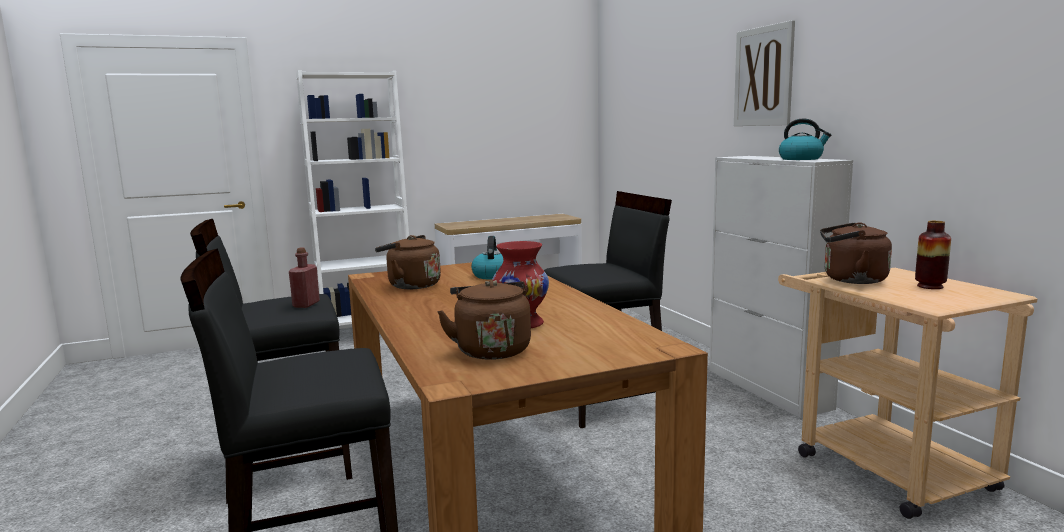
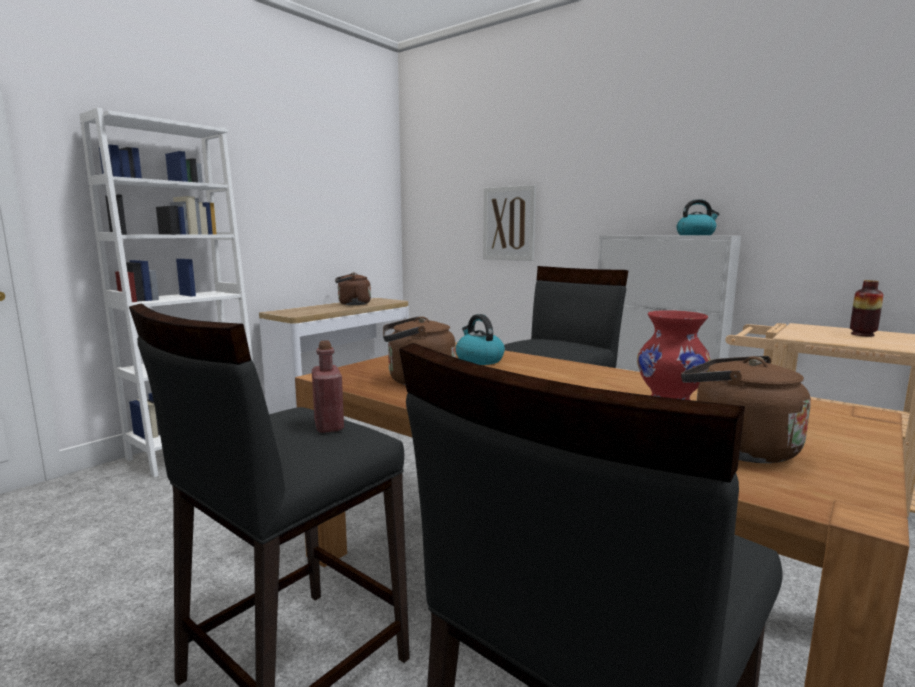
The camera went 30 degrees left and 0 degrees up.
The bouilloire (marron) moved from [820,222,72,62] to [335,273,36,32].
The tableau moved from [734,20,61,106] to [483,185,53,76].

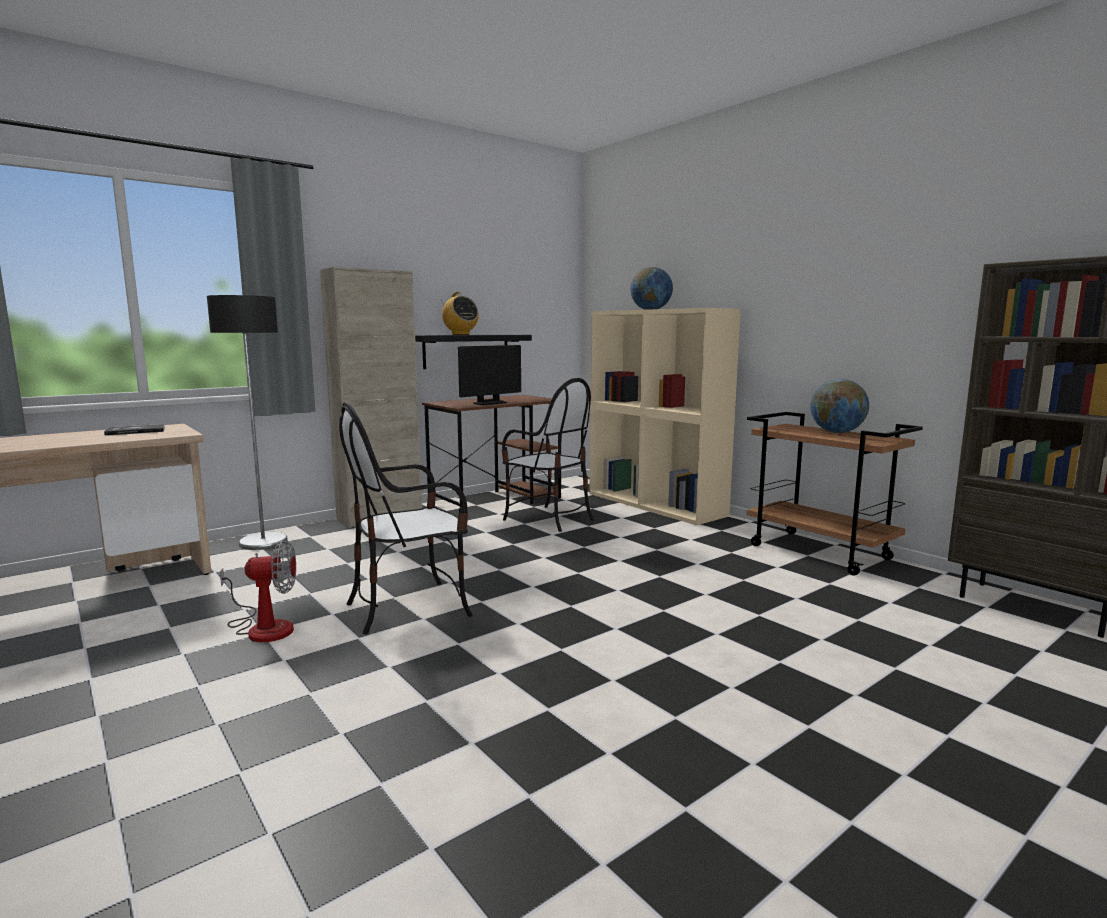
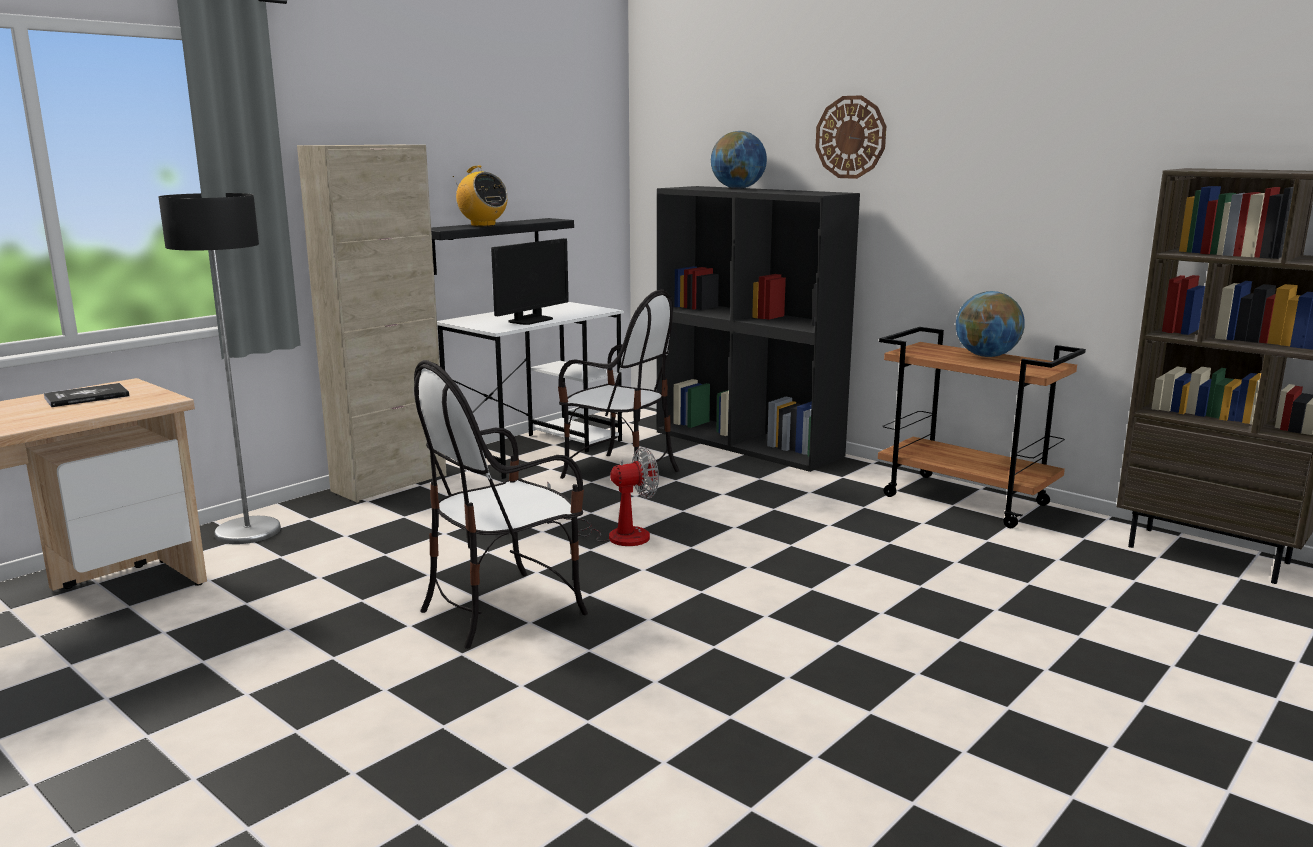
The camera went 10 degrees left and 5 degrees up.
The bureau (marron) at [422,395,139,115] became the bureau (blanc) at [437,302,187,177].
The ventilateur moved from [220,540,76,102] to [547,447,112,99].
The bibliothèque (beige) at [589,308,152,217] became the bibliothèque (noir) at [657,186,203,286].
The horloge murale at [815,95,71,84] appeared.

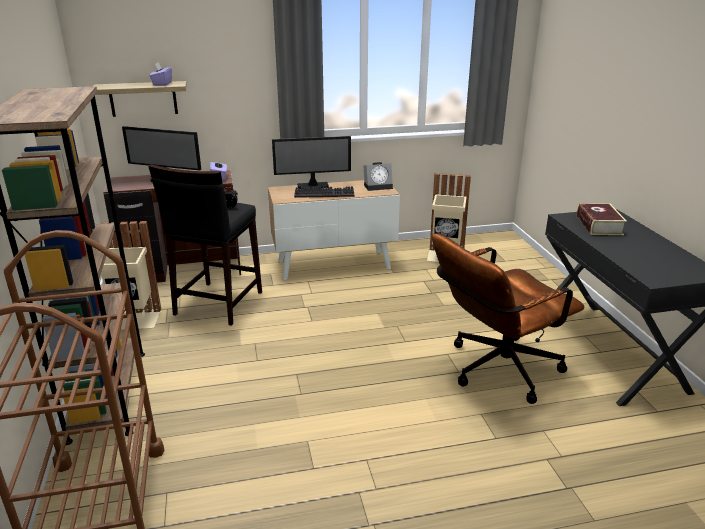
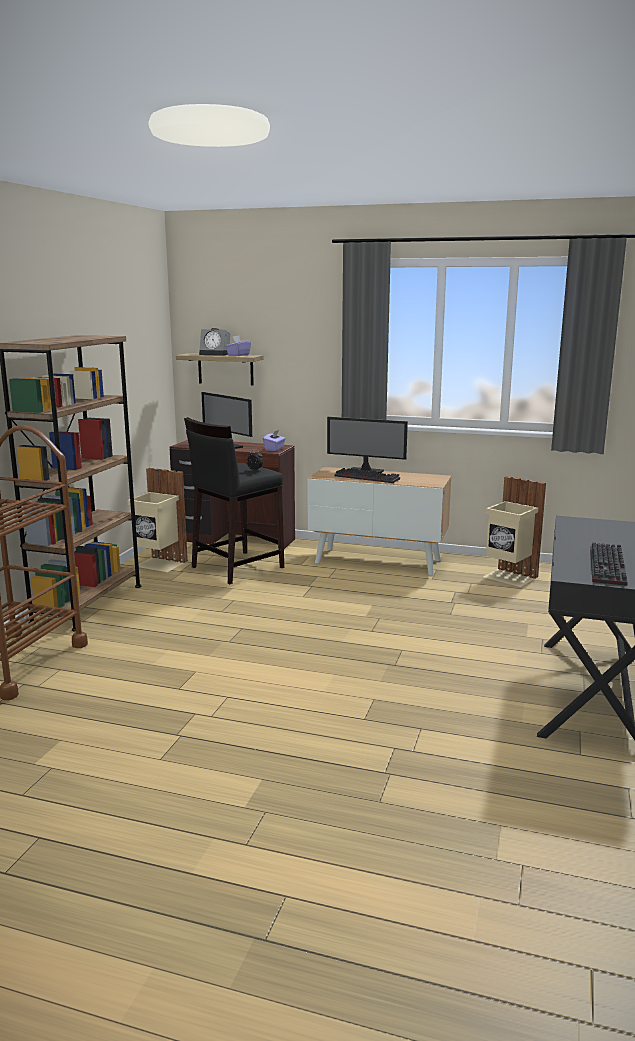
The camera went 30 degrees right and 10 degrees down.
The réveil moved from [363,162,30,29] to [199,328,31,28].
The clavier at [590,542,38,44] appeared.
The chaise de bureau (marron) at [432,233,152,171] disappeared.
The livre at [577,203,50,32] disappeared.

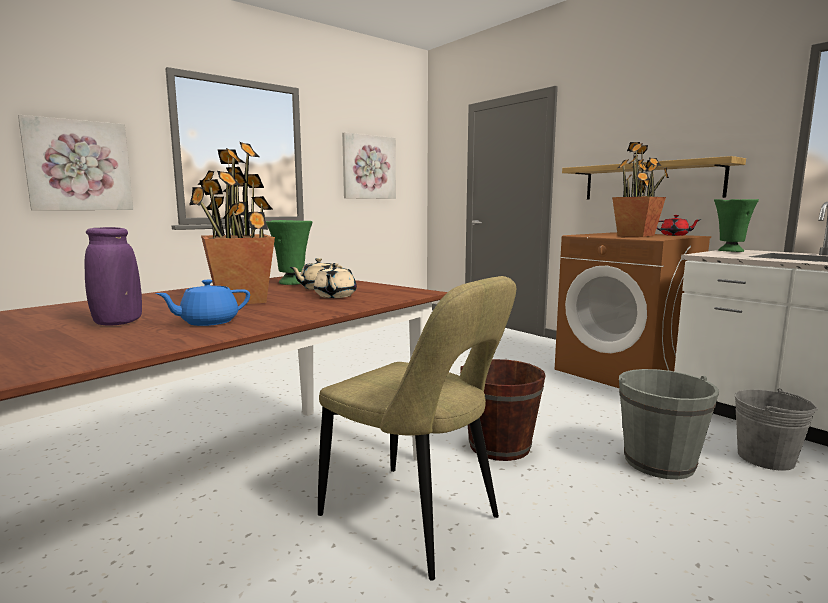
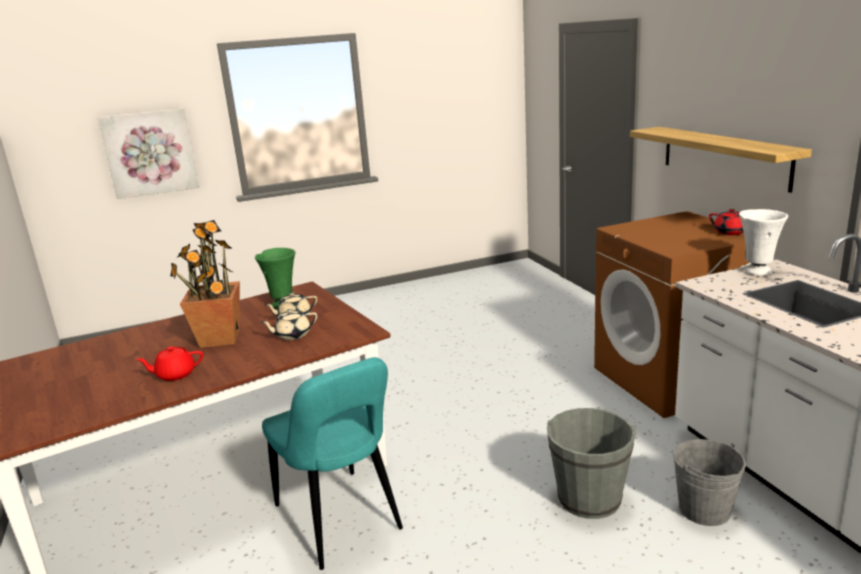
The camera went 20 degrees right and 10 degrees up.
The théière (bleu) at [155,280,95,46] became the théière (rouge) at [136,346,67,35].
The théière (beige) at [314,263,43,35] turned 45 degrees clockwise.
The chaise (beige) at [318,276,198,305] became the chaise (turquoise) at [262,357,141,213].
The vase (vert) at [714,199,45,53] became the vase (blanc) at [739,209,49,67].
The vase (violet) at [85,227,57,99] disappeared.
The tableau at [342,132,54,67] disappeared.
The seau (marron) at [460,359,86,102] disappeared.
The plante en pot at [612,142,57,95] disappeared.

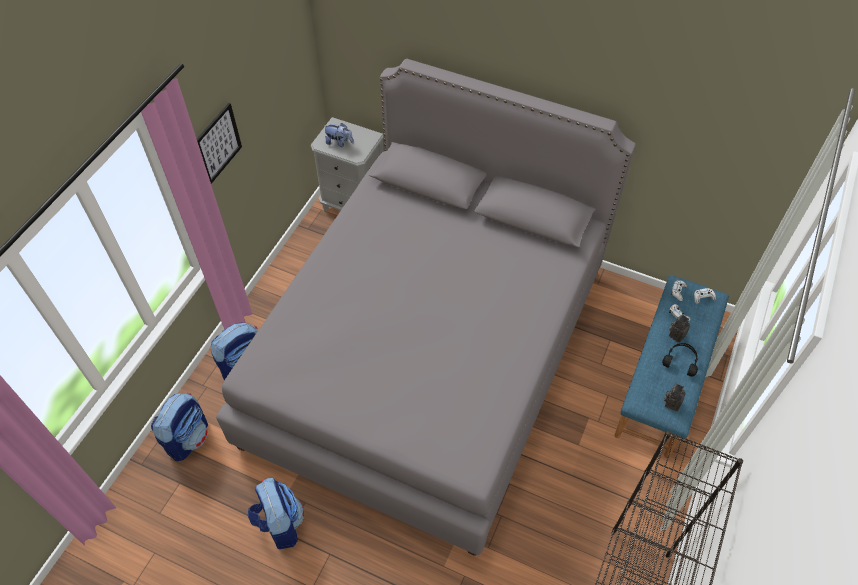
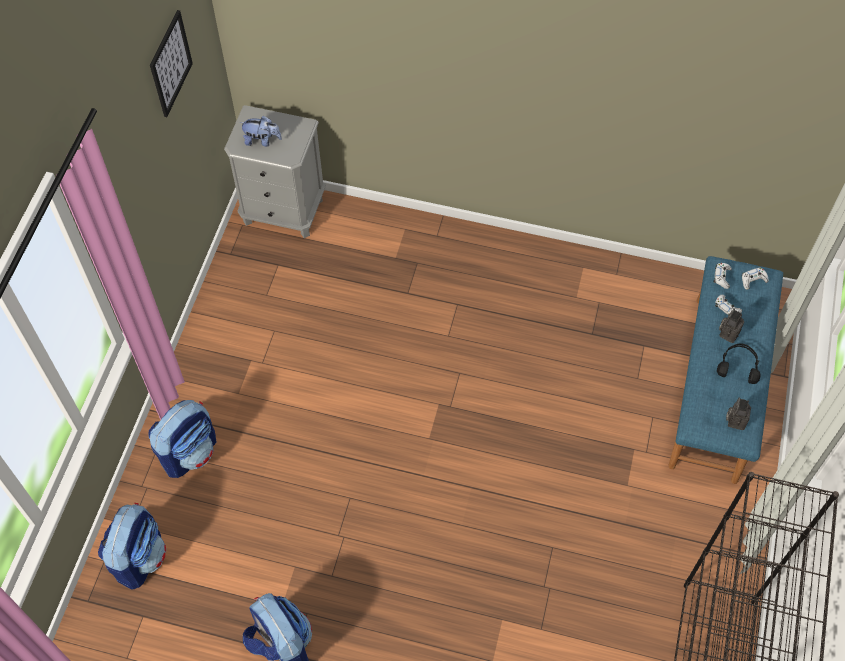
The camera went 10 degrees left and 5 degrees up.
The tableau moved from [197,103,45,81] to [150,10,43,107].
The lit (gris) at [216,59,420,497] disappeared.

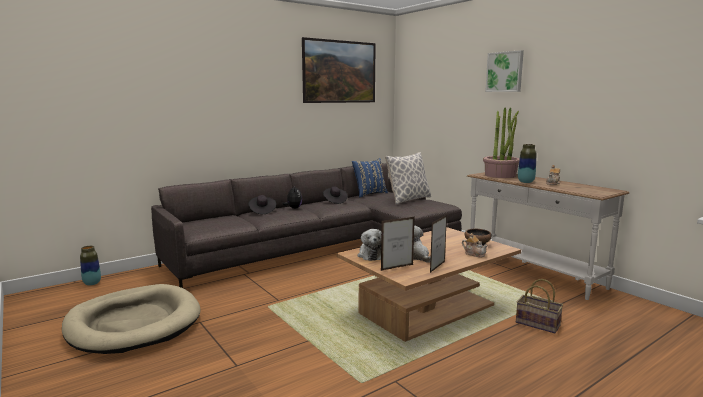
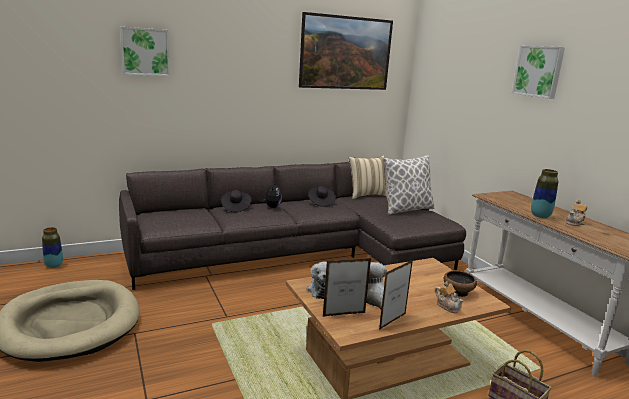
The camera went 10 degrees right and 5 degrees up.
The tableau at [120,27,50,49] appeared.
The coussin (bleu) at [352,158,36,40] became the coussin (beige) at [349,155,37,44].
The plante en pot at [483,107,37,71] disappeared.

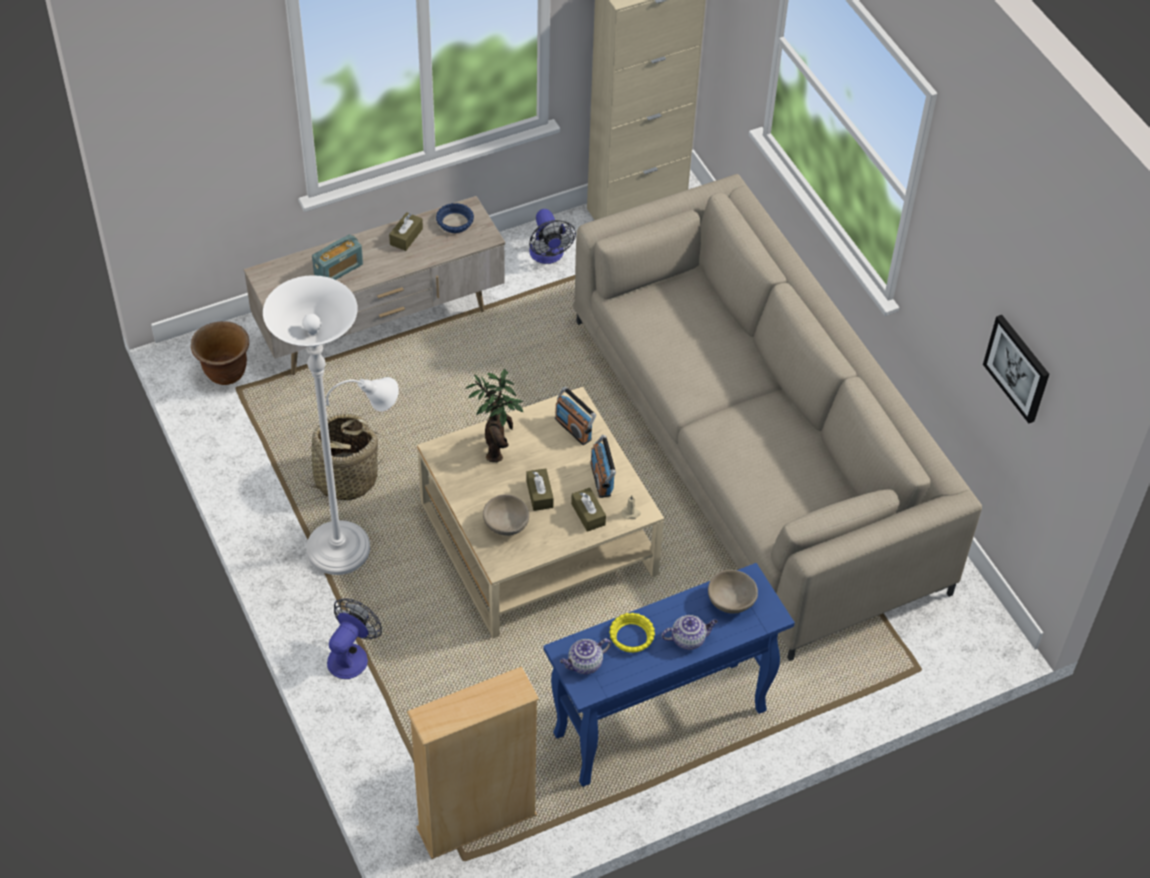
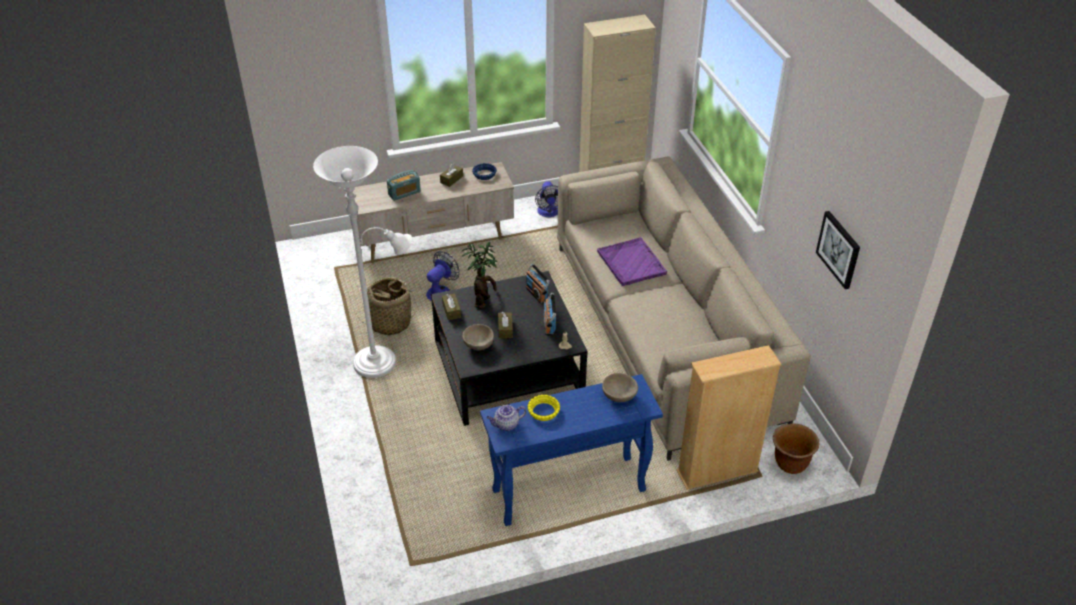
The camera went 10 degrees right and 10 degrees down.
The ventilateur moved from [327,598,55,81] to [426,251,34,50].
The table basse (beige) at [417,387,247,251] became the table basse (noir) at [431,271,156,155].
The boîte à mouchoirs (marron) moved from [571,487,35,45] to [442,294,19,26].
The plateau (violet) at [597,237,70,49] appeared.
The bibliothèque (beige) moved from [407,666,132,193] to [677,345,105,145].
The cache-pot (marron) moved from [191,321,58,64] to [773,423,46,51].
The théière at [662,615,56,35] disappeared.

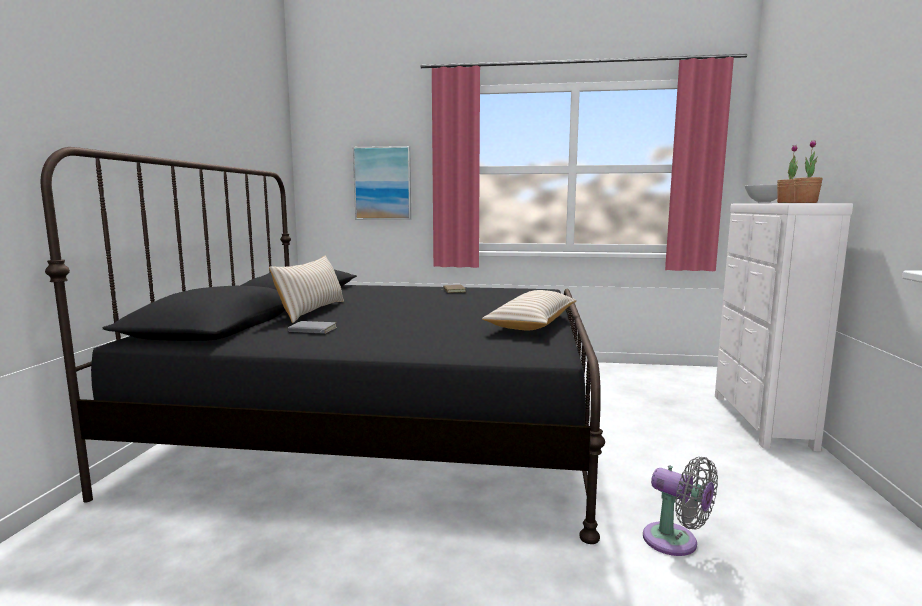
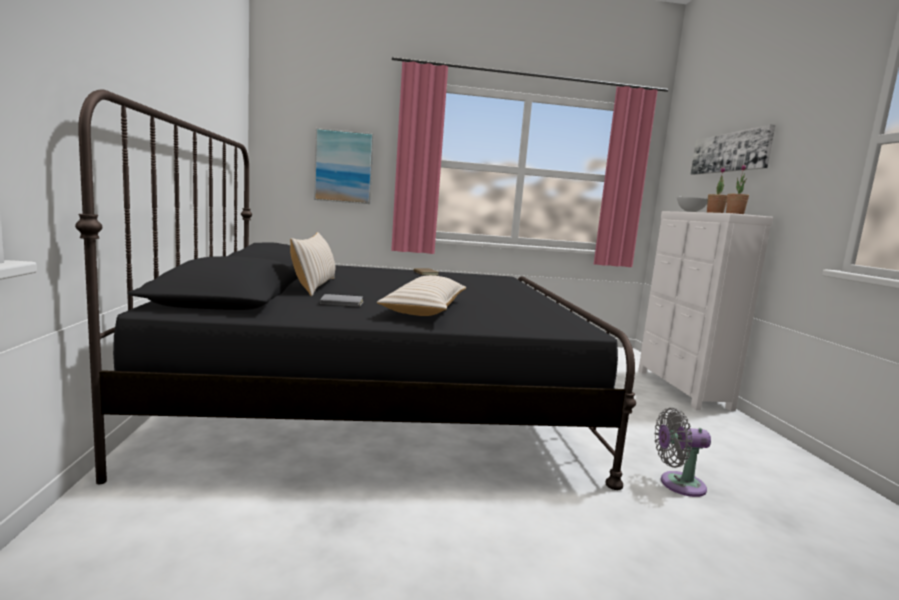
The camera went 15 degrees left and 0 degrees up.
The coussin (beige) moved from [482,290,95,41] to [377,275,89,41].
The ventilateur (gris) at [643,457,75,99] turned 150 degrees clockwise.
The tableau at [690,125,85,50] appeared.

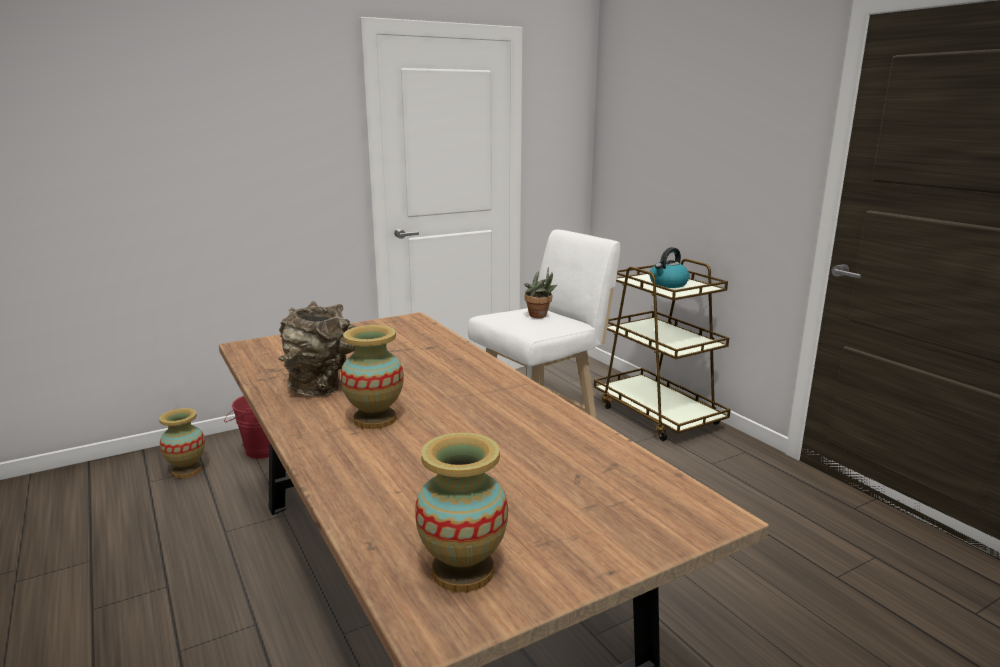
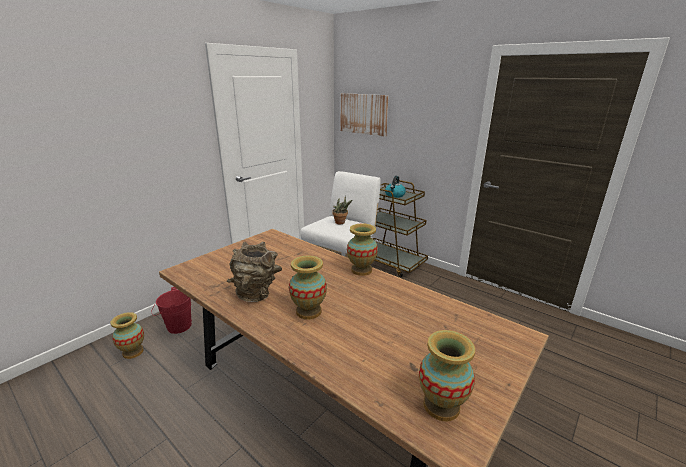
The camera went 20 degrees left and 5 degrees up.
The tableau at [340,93,49,44] appeared.
The vase at [347,223,31,53] appeared.

